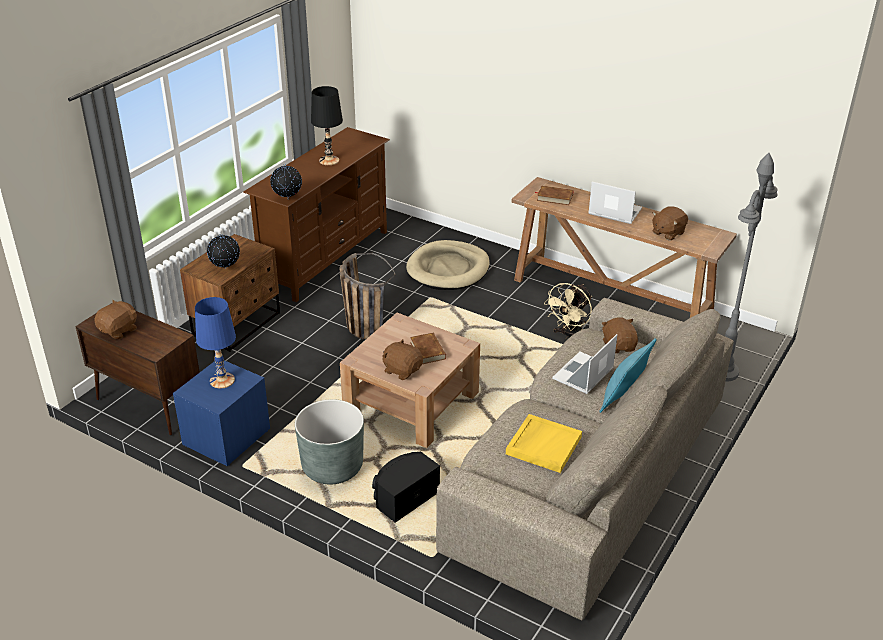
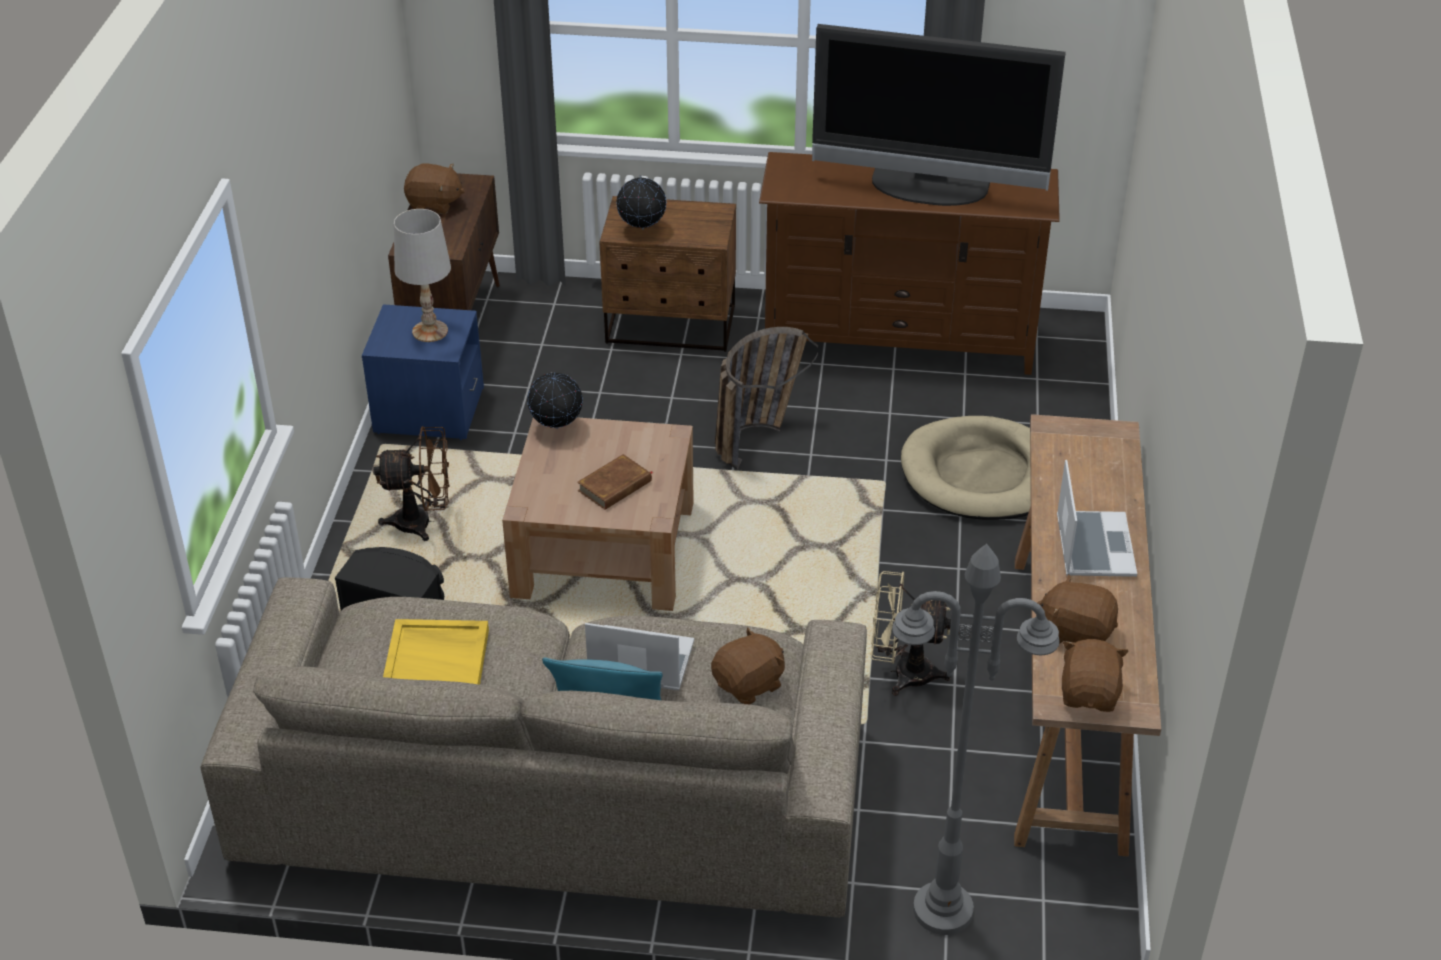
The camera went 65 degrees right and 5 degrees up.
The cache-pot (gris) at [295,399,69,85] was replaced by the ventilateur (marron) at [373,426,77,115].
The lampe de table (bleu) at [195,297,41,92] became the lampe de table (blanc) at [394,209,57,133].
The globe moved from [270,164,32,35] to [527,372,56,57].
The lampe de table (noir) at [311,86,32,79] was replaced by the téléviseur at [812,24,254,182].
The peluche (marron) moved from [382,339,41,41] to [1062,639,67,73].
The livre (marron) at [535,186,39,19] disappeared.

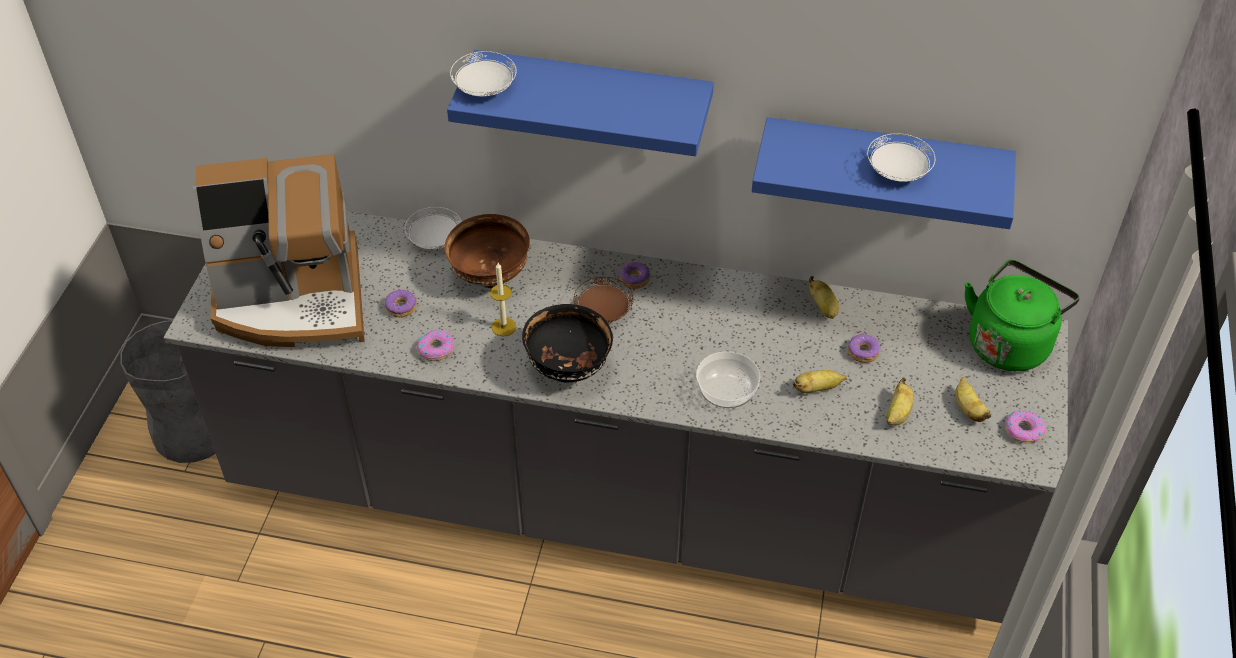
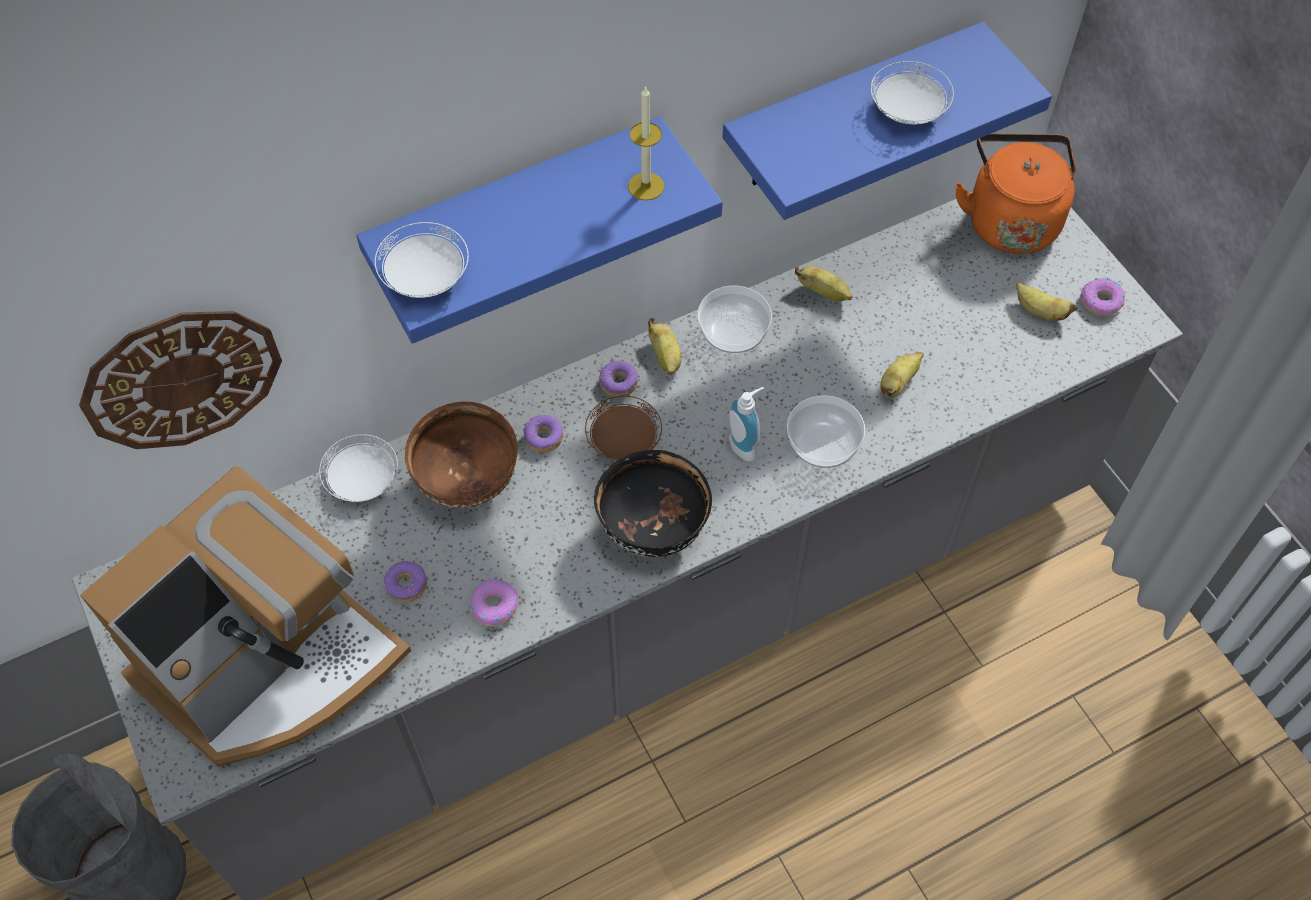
The camera went 40 degrees left and 10 degrees up.
The horloge murale at [79,311,203,138] appeared.
The beignet moved from [848,333,33,30] to [524,415,40,38].
The bougie moved from [490,263,26,74] to [628,86,37,114].
The banane moved from [887,378,27,48] to [648,318,34,57].
The bol at [697,286,75,67] appeared.
The distributeur de savon at [729,387,35,75] appeared.
The bouilloire (vert) at [965,260,115,111] became the bouilloire (orange) at [955,134,121,120].

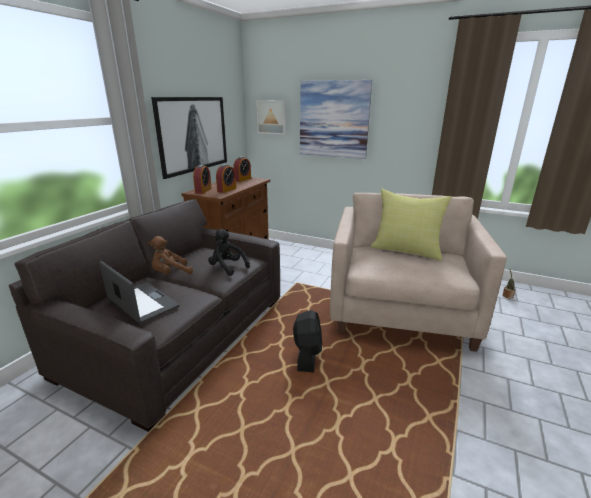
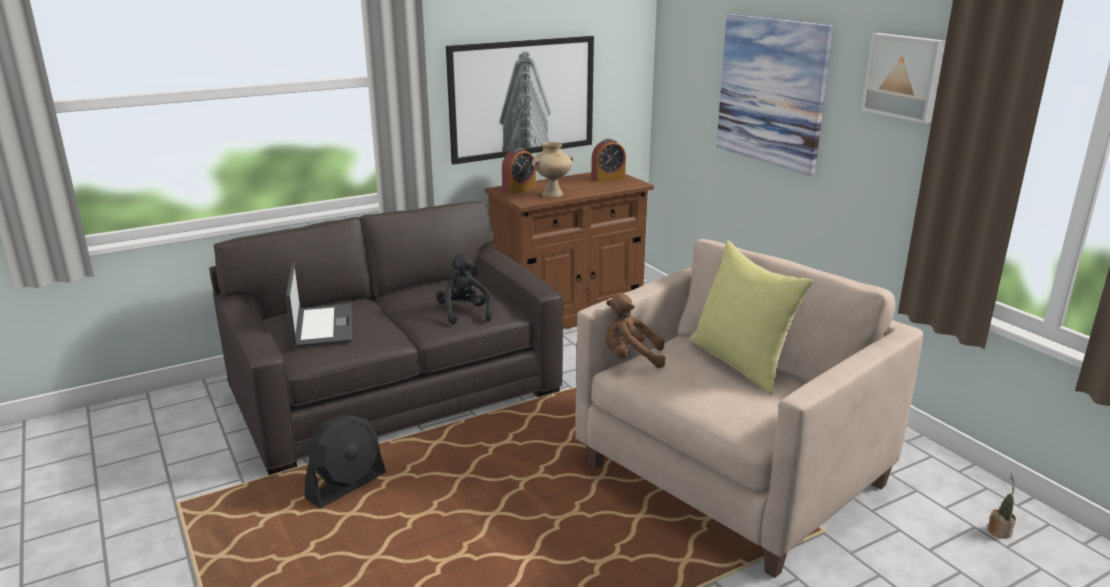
The camera went 35 degrees right and 0 degrees up.
The ventilateur (noir) moved from [293,310,29,62] to [305,415,81,94].
The réveil at [216,164,20,29] was replaced by the vase (beige) at [532,142,41,56].
The peluche (marron) moved from [148,236,45,38] to [605,294,61,74].
The tableau moved from [256,100,30,35] to [862,33,83,91].

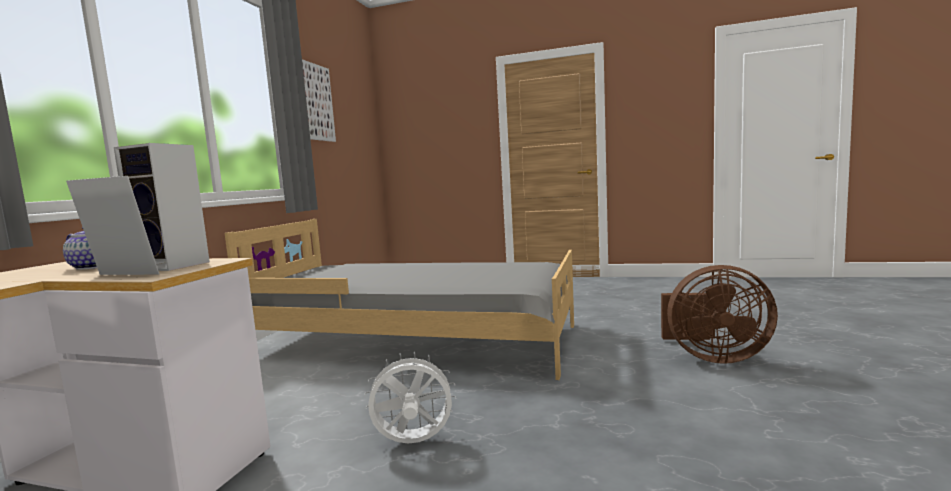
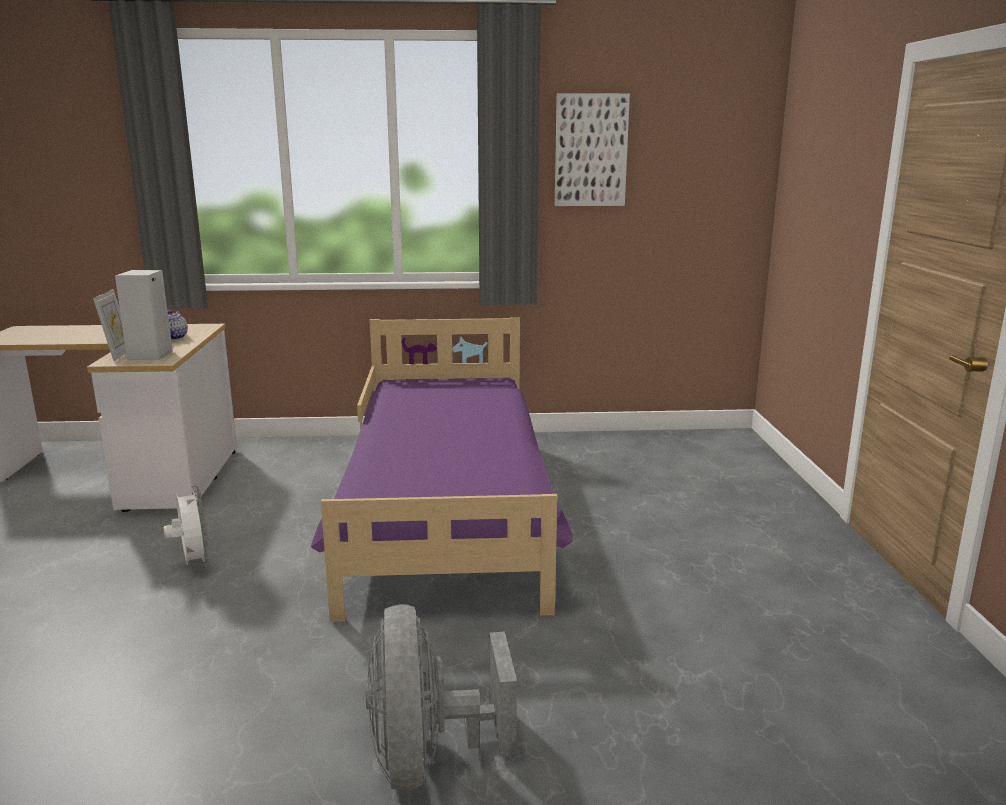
The camera went 70 degrees right and 10 degrees up.
The lit (gris) at [225,219,349,161] became the lit (violet) at [311,317,262,305].
The ventilateur (marron) at [661,265,117,99] became the ventilateur (gris) at [365,604,152,187].

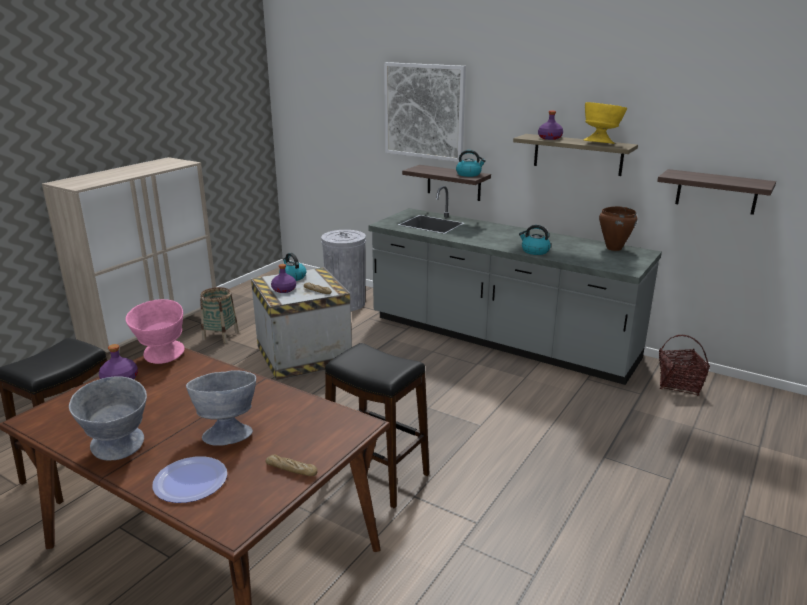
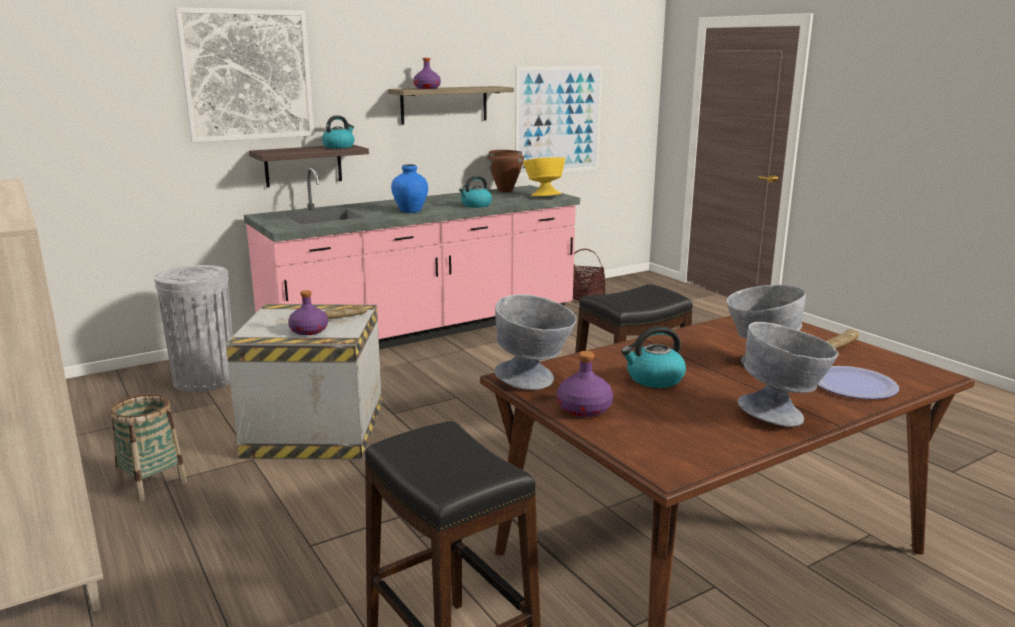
The camera went 65 degrees left and 5 degrees down.
The comptoir de cuisine (gris) at [368,186,294,199] became the comptoir de cuisine (rose) at [244,167,336,183].
The vase (bleu) at [391,164,37,49] appeared.
The bol (rose) at [126,299,59,65] became the bol (gris) at [494,294,82,96].
The étagère at [657,169,119,46] was replaced by the tableau at [515,66,87,111].
The bol (jaune) moved from [584,102,43,42] to [523,157,42,39].
The bouilloire moved from [279,253,27,28] to [621,326,65,62].

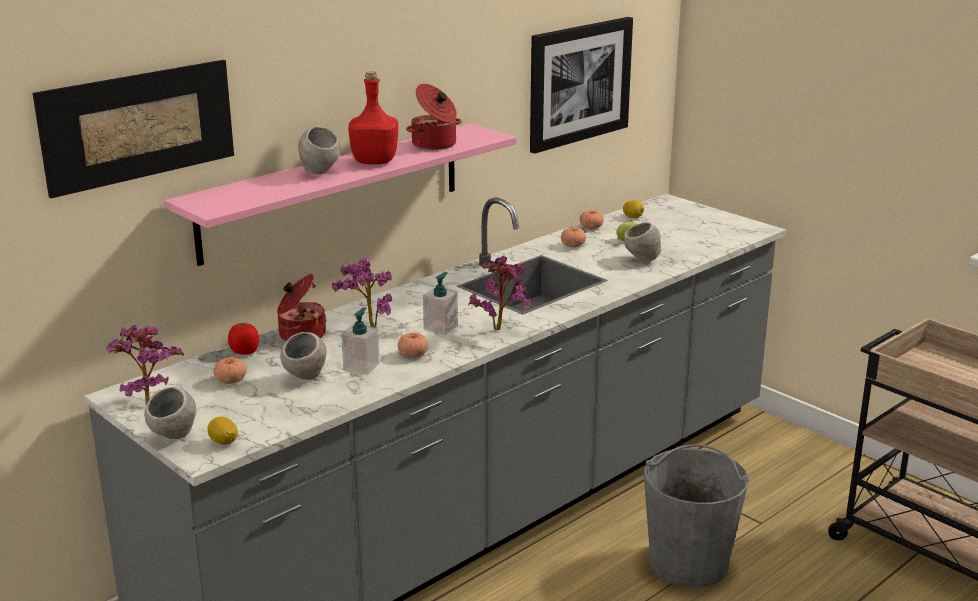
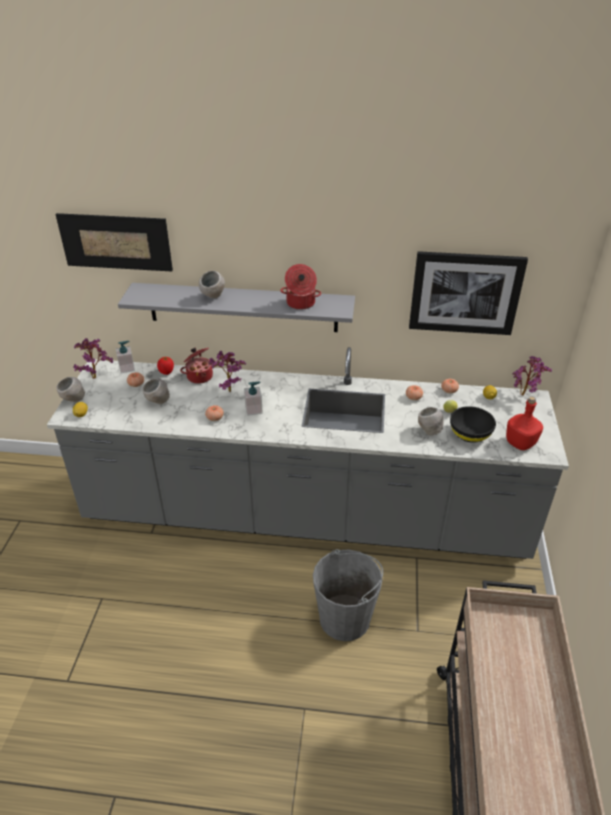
The camera went 50 degrees right and 15 degrees up.
The distributeur de savon moved from [341,307,39,68] to [116,341,19,33].
The étagère (rose) at [164,124,353,142] became the étagère (gris) at [118,283,237,49].
The bol (noir) at [450,406,46,37] appeared.
The bouteille (rouge) moved from [348,71,50,93] to [506,397,37,53].
The plante en pot moved from [468,256,64,74] to [512,356,40,40].

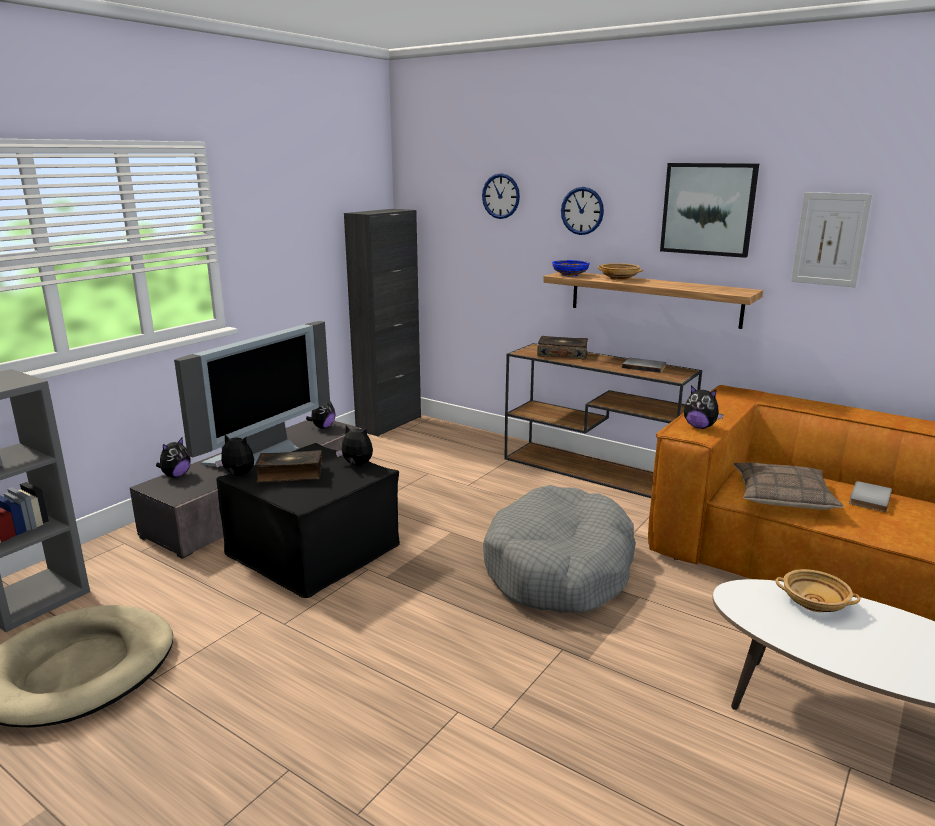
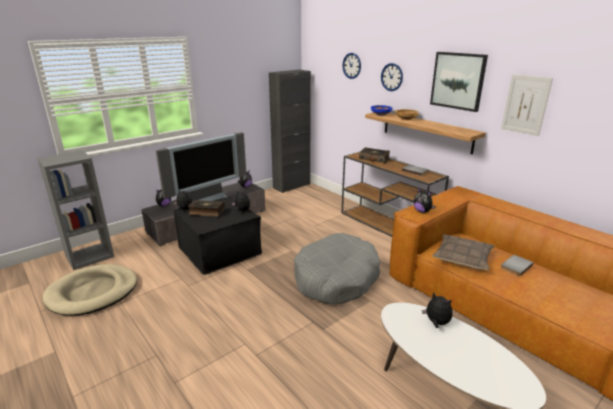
The camera went 15 degrees right and 5 degrees up.
The bol (beige) at [775,569,86,43] was replaced by the peluche at [422,292,31,36].

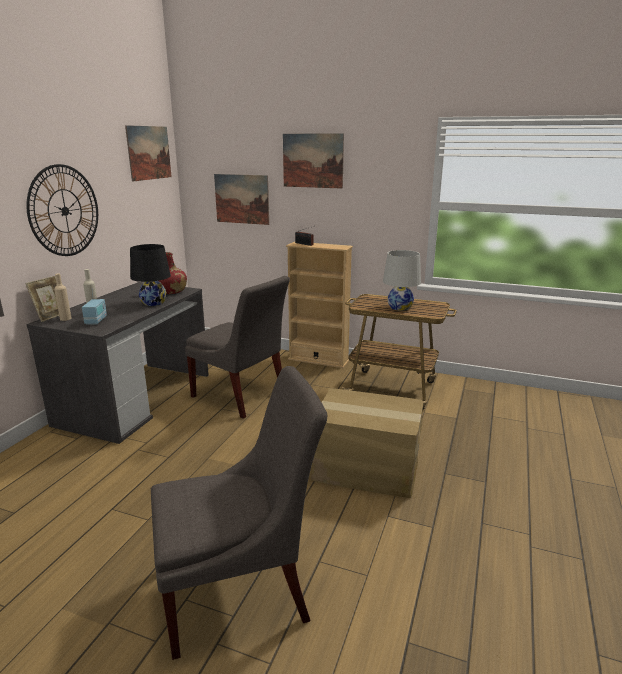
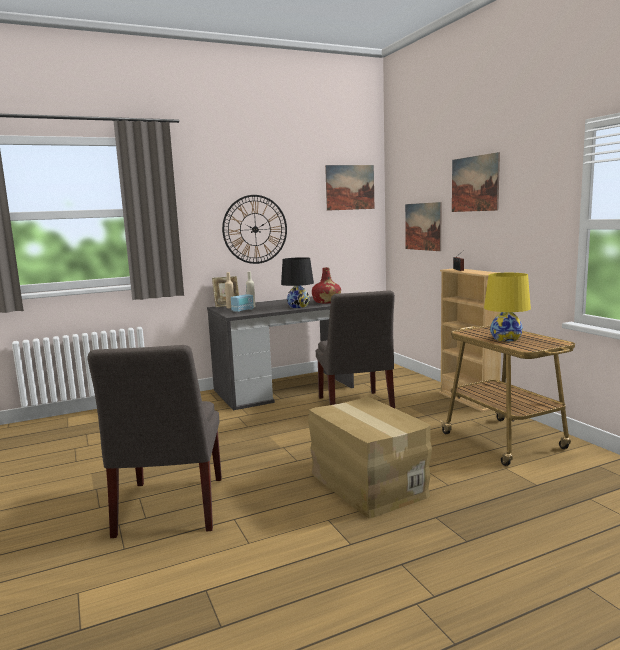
The camera went 45 degrees right and 10 degrees down.
The chaise (gris) at [151,366,176,294] turned 60 degrees clockwise.
The lampe de table (blanc) at [383,250,38,61] became the lampe de table (jaune) at [484,273,47,68].

